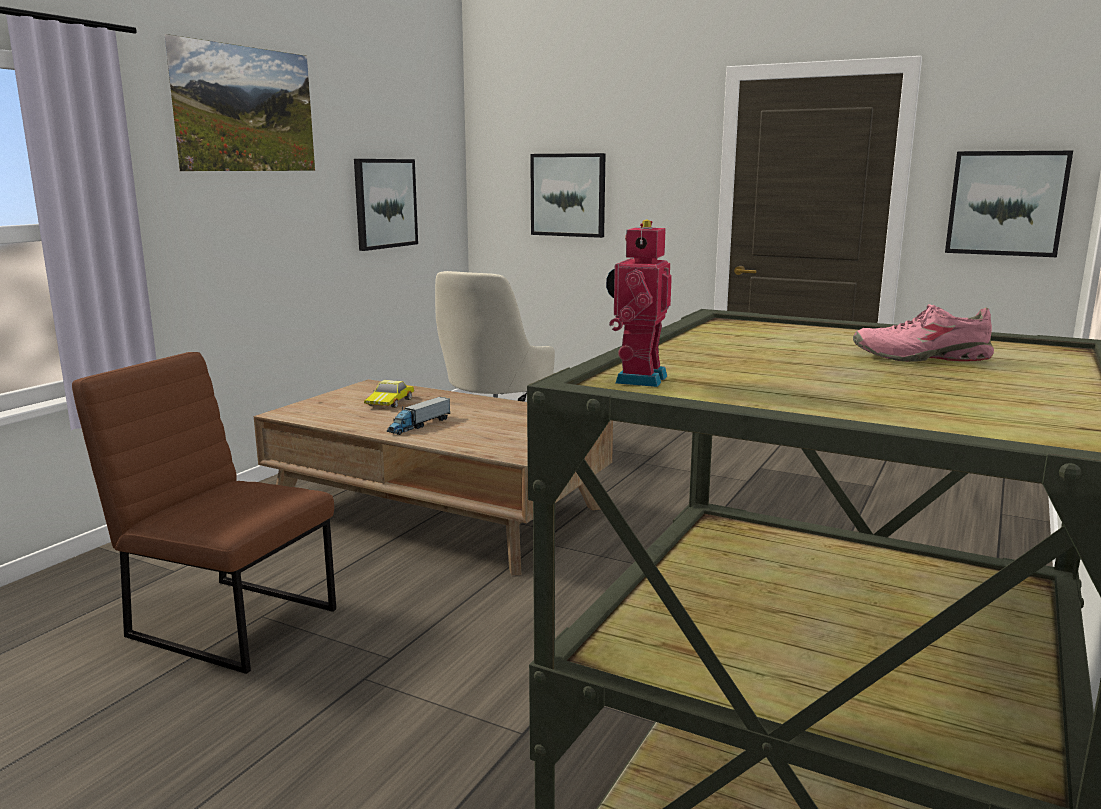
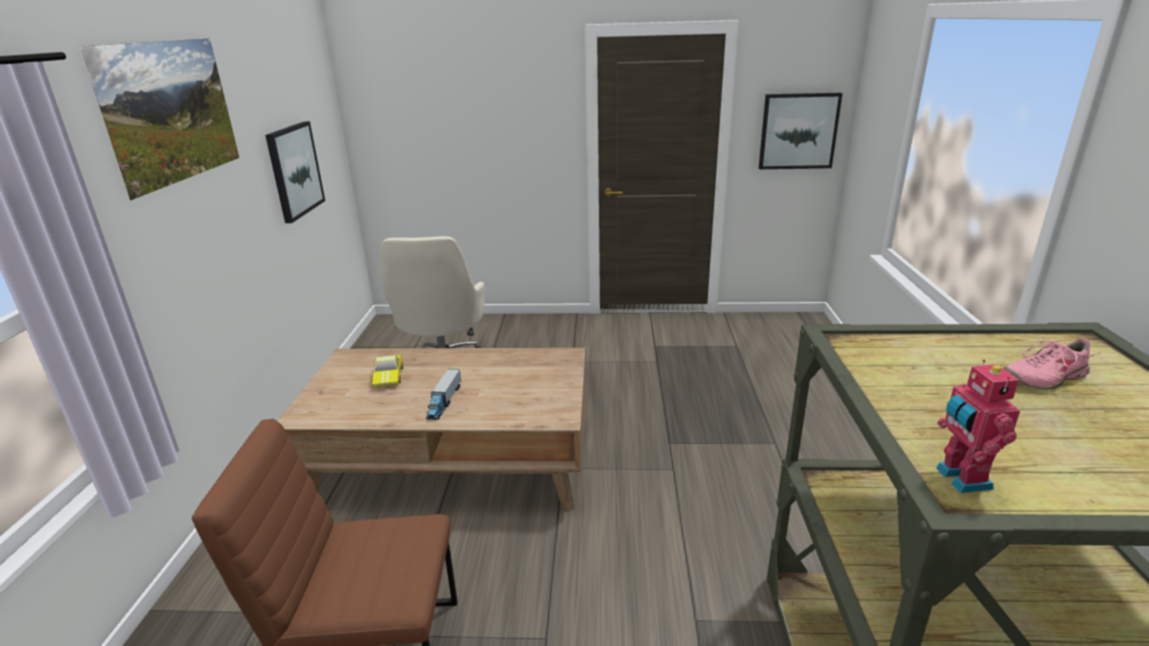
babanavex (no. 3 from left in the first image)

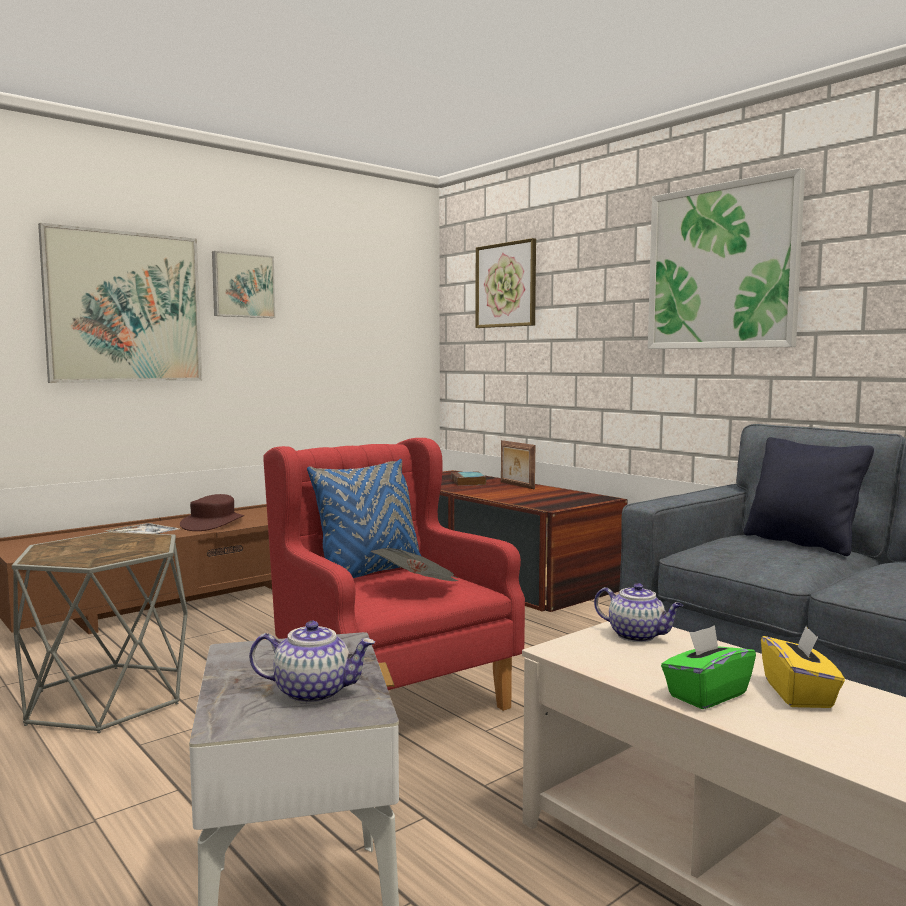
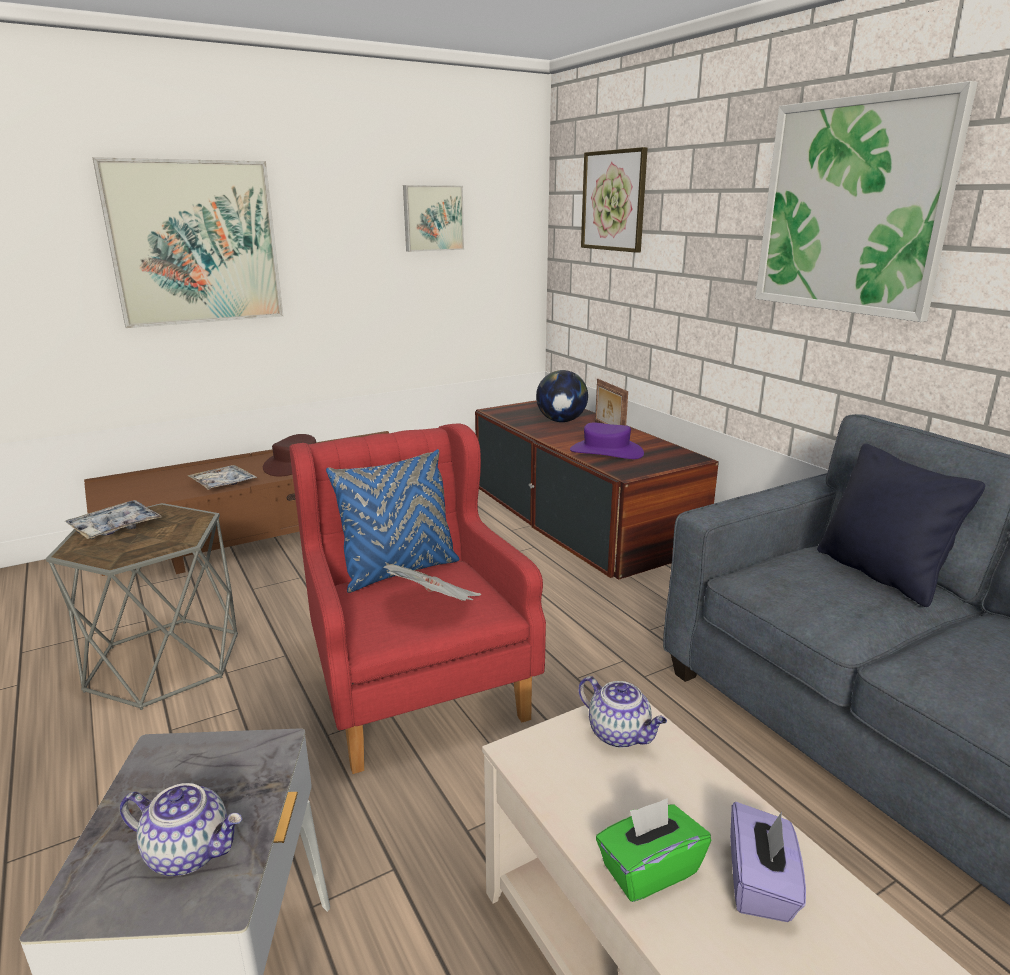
babanavex (no. 2 from left)
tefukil
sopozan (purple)
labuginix (no. 1 from left)
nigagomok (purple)

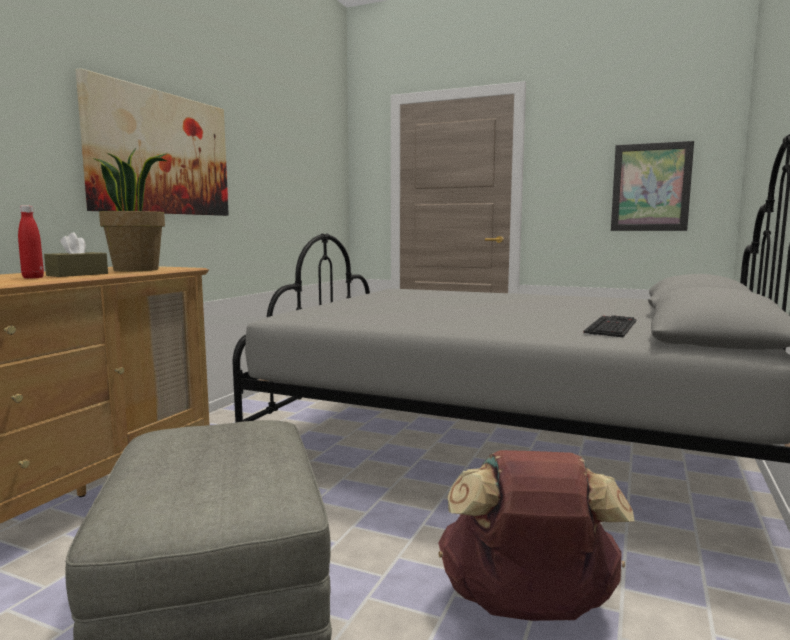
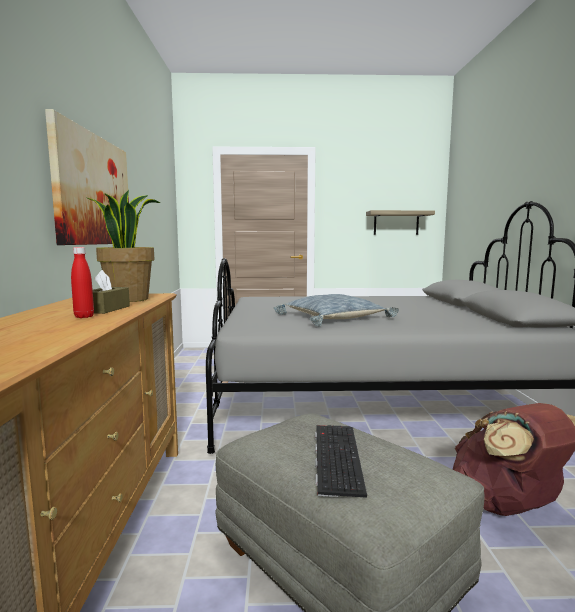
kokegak
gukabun
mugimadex

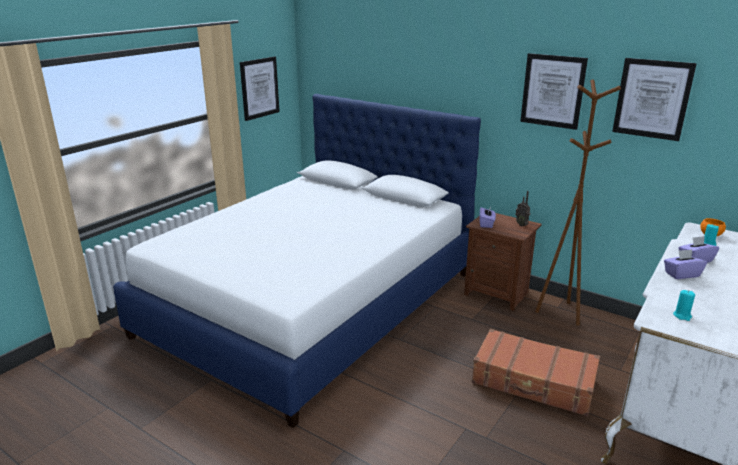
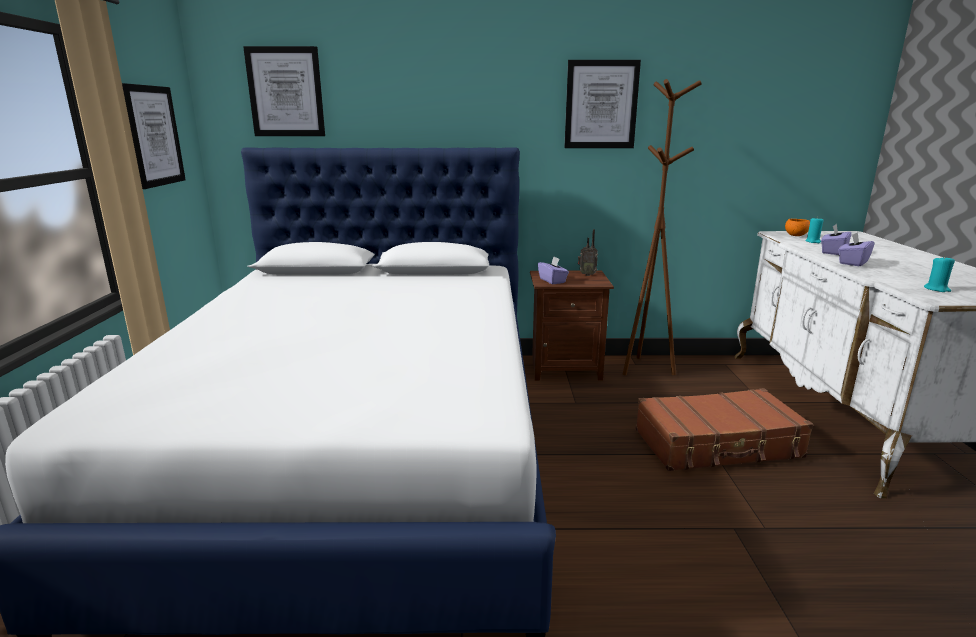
babanavex (no. 2 from left)

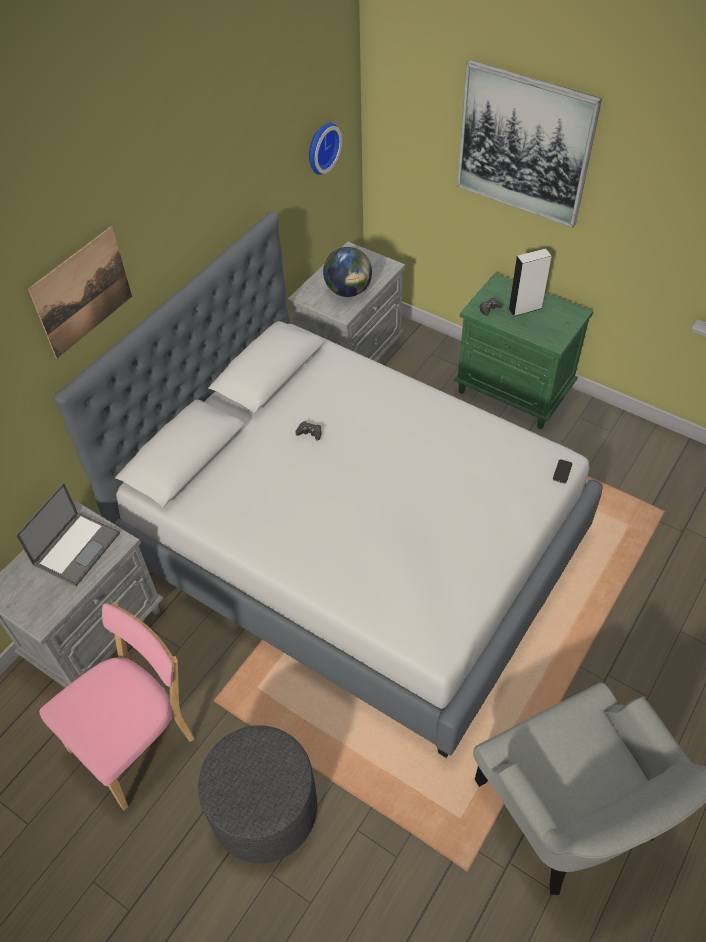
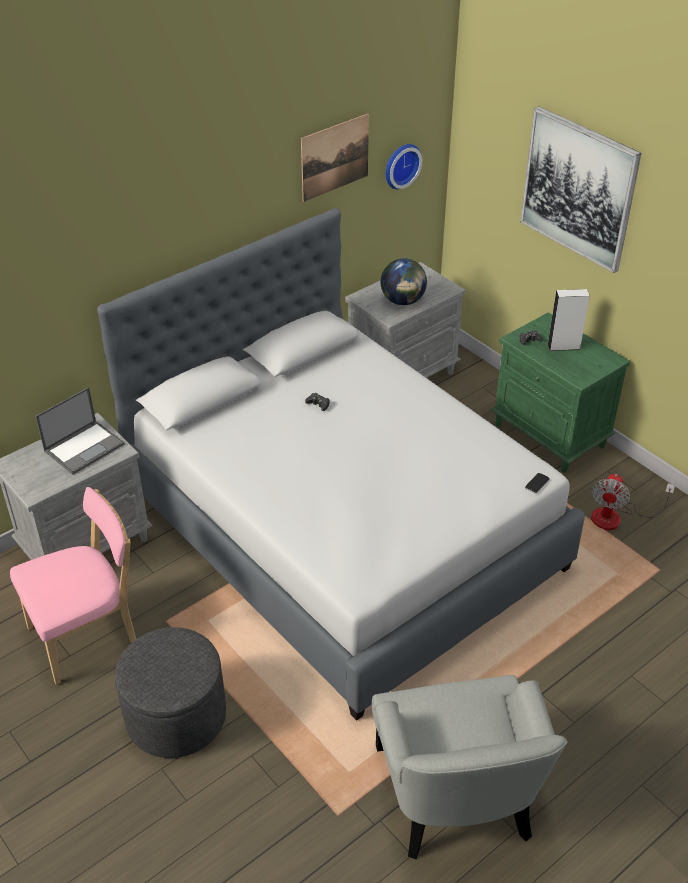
babanavex (no. 1 from left)
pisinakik

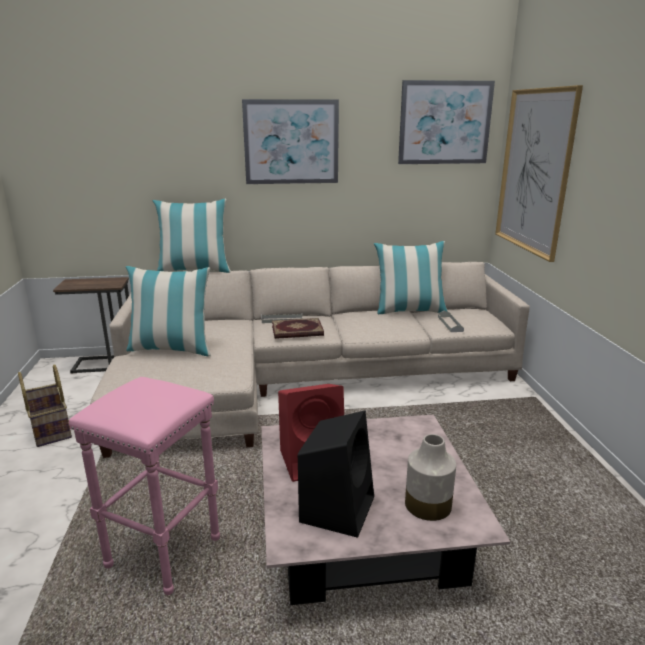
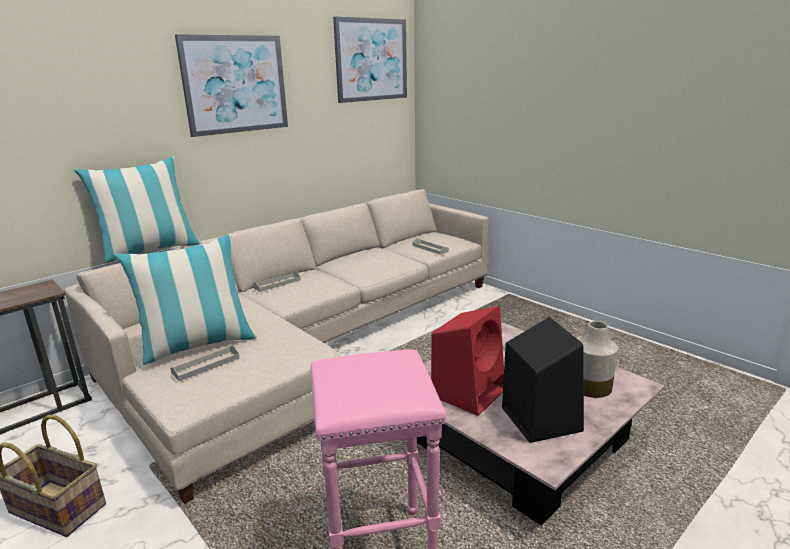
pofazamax
mugimadex (no. 3 from left in the first image)
babanavex (no. 3 from left in the first image)
labuginix (grey) (no. 1 from left)

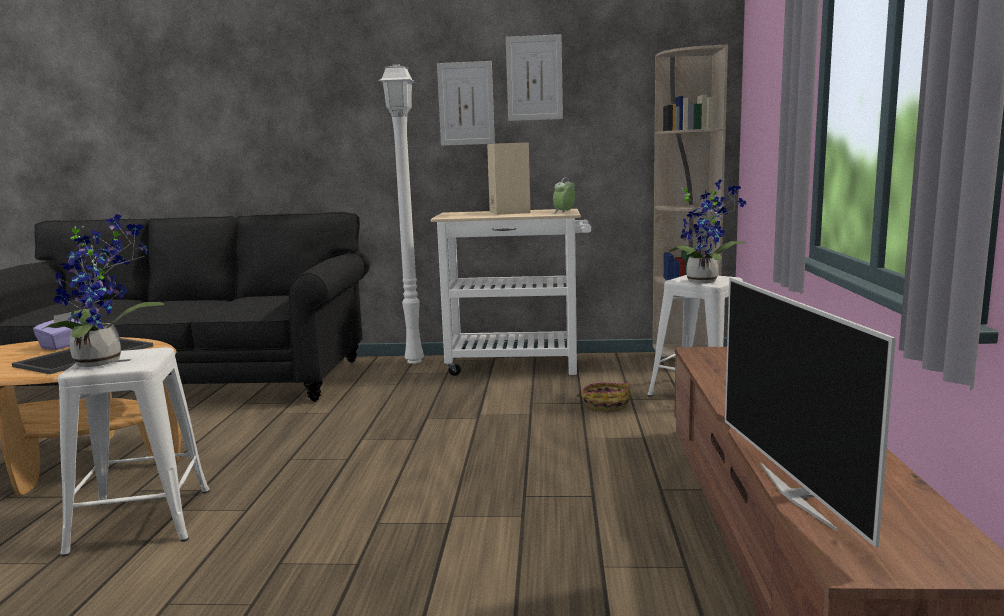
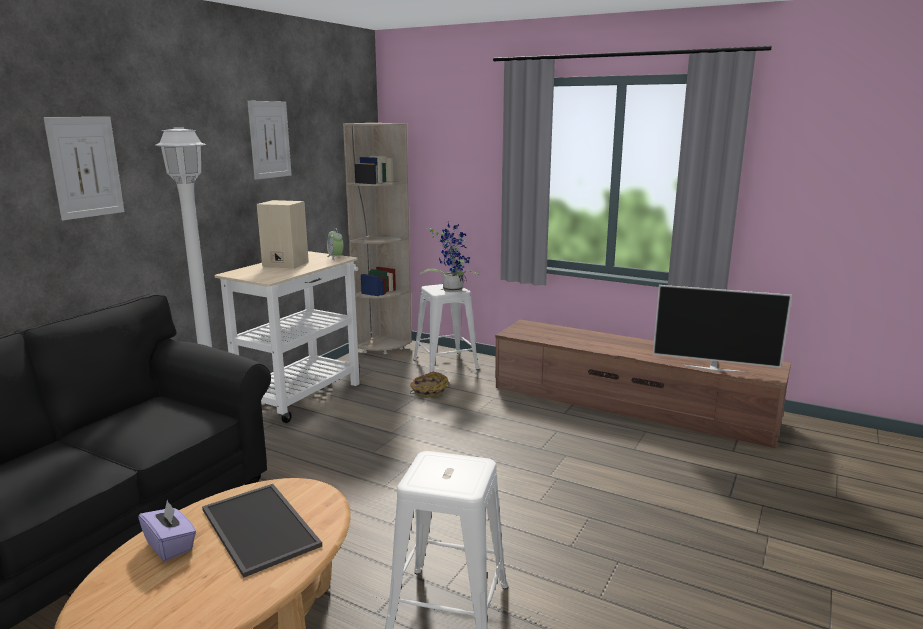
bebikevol (no. 1 from left in the first image)
babanavex (no. 1 from left)

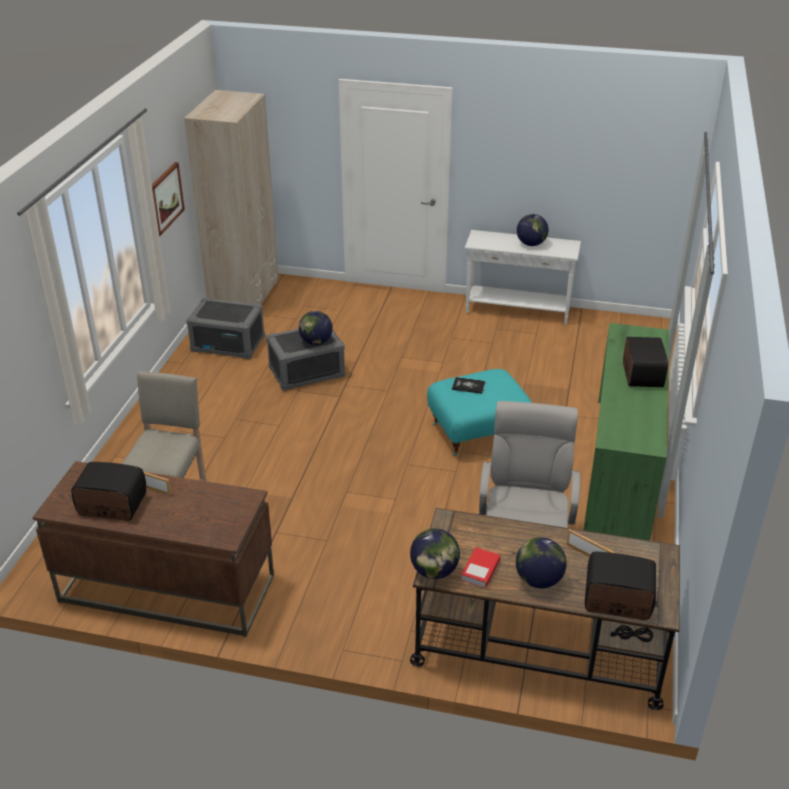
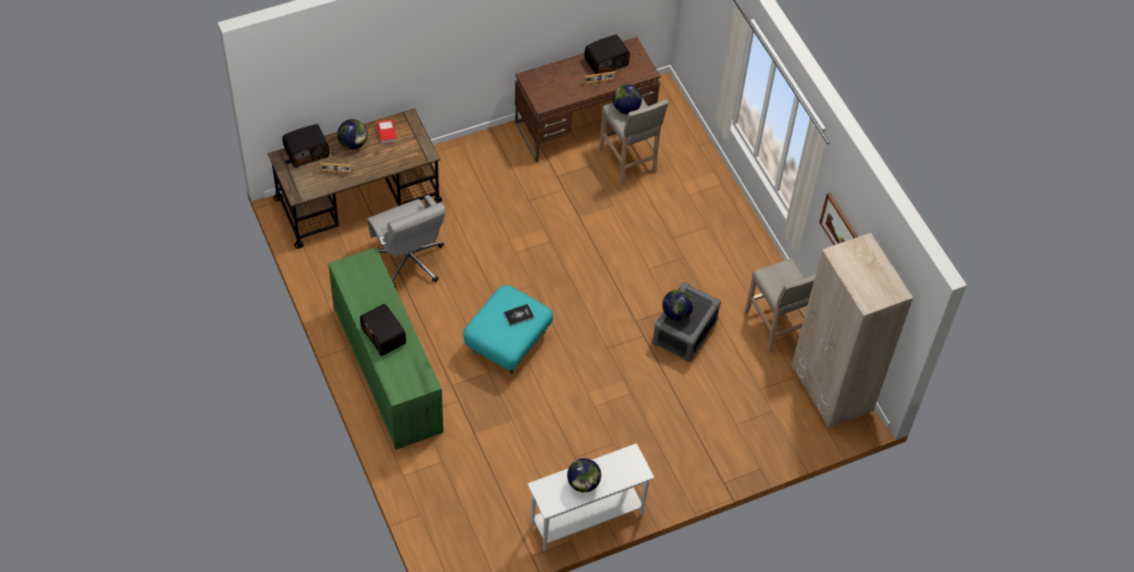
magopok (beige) (no. 2 from left)
tefukil (no. 3 from left)

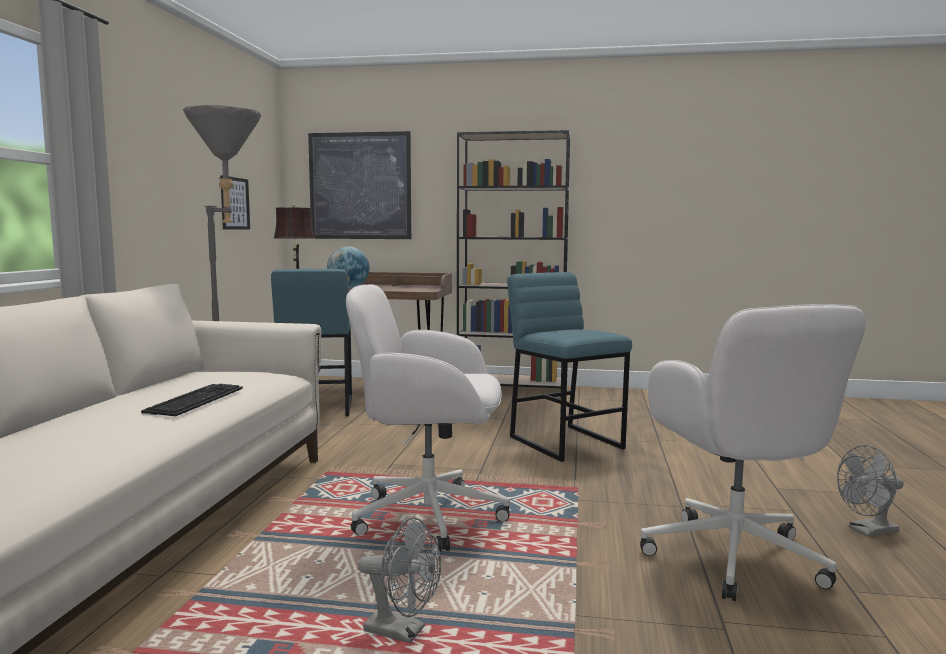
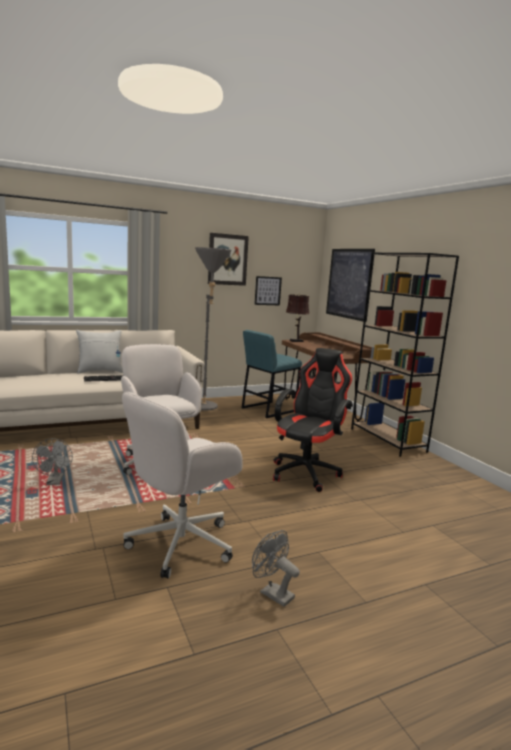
tefukil
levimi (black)
mugimadex (grey)
babanavex (no. 1 from left)

